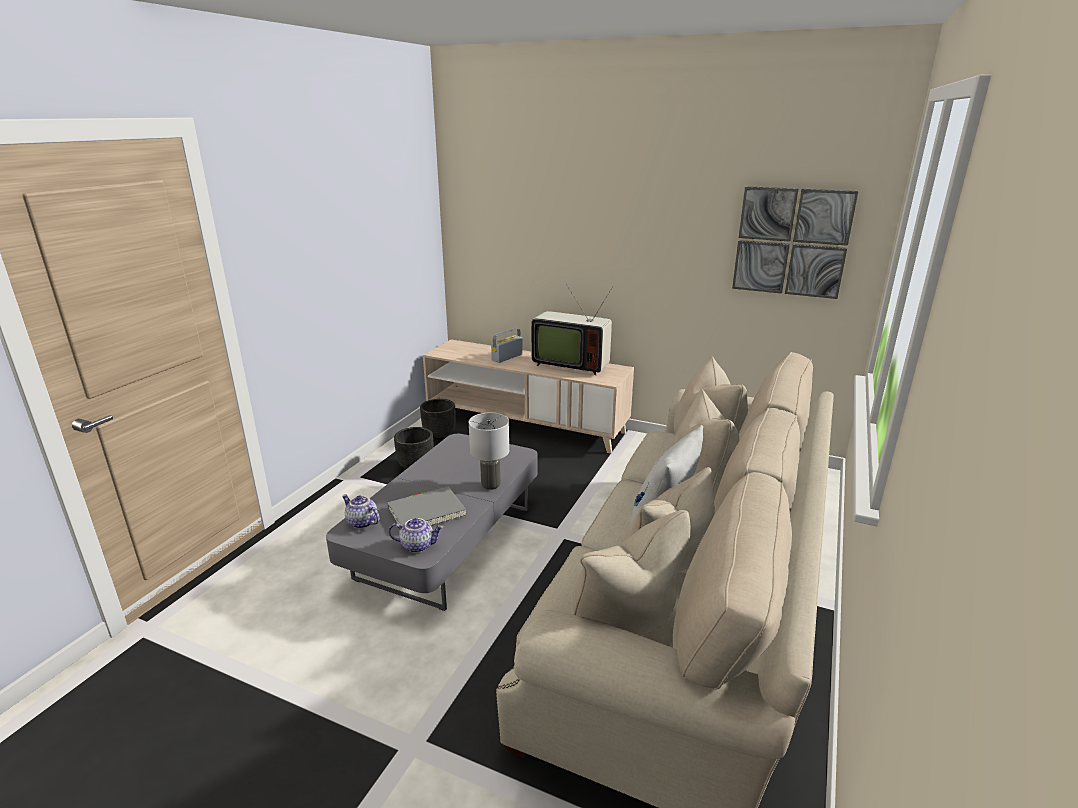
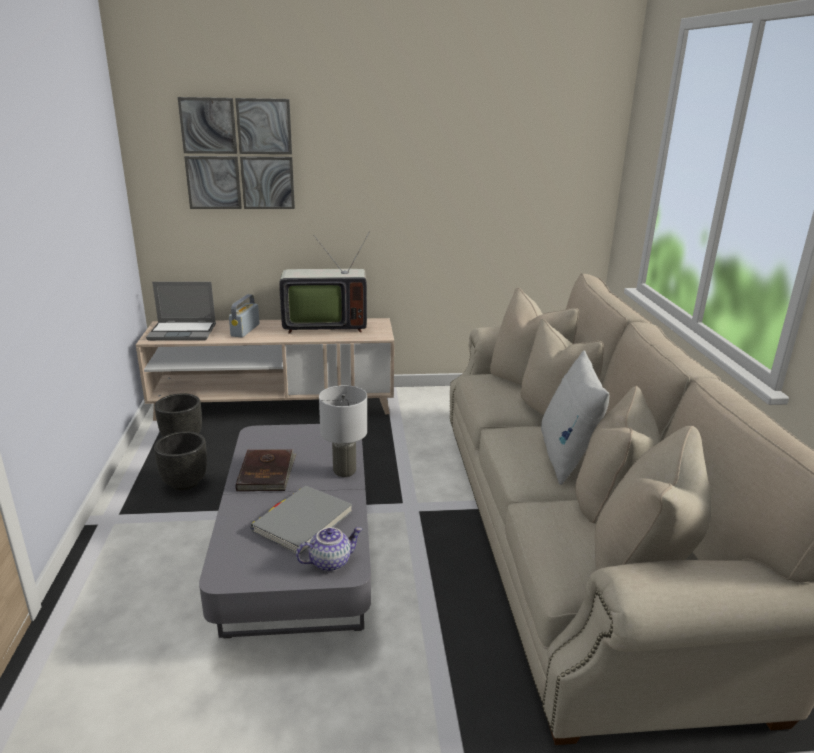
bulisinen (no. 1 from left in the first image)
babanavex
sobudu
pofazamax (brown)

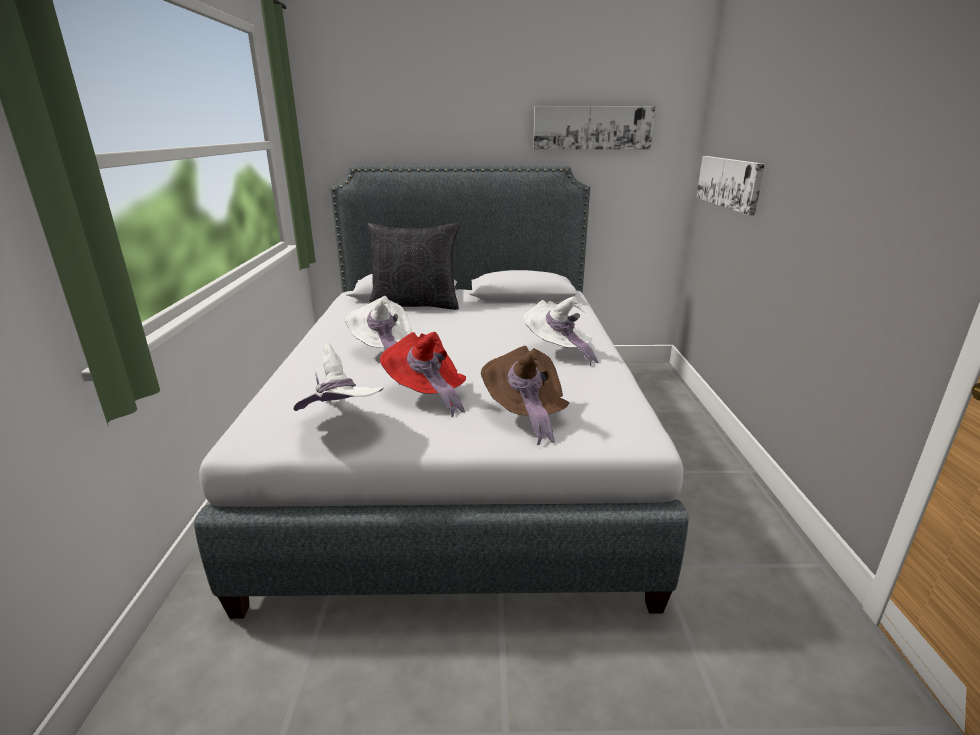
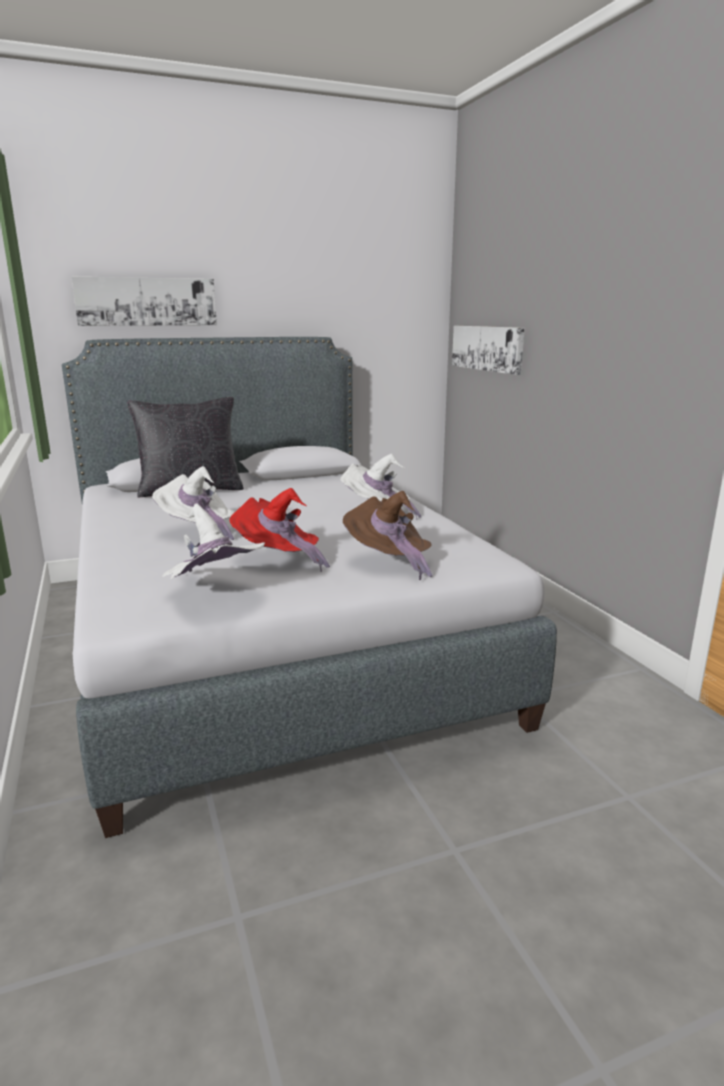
babanavex (no. 1 from left)

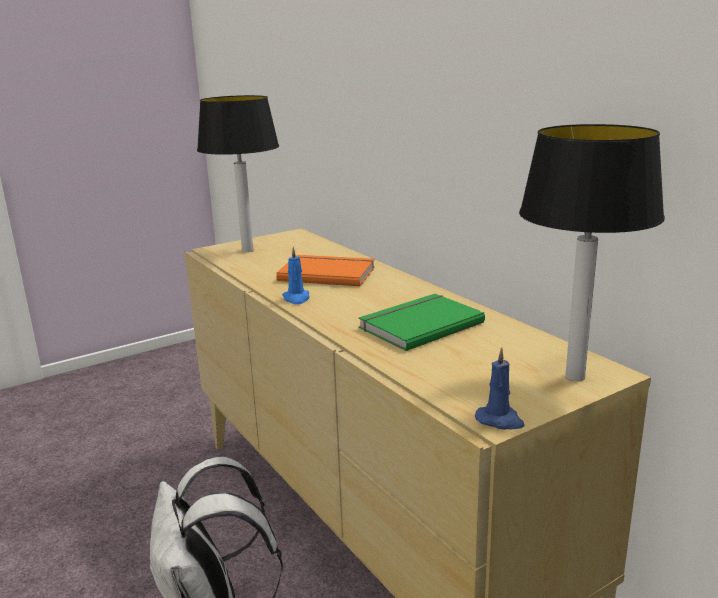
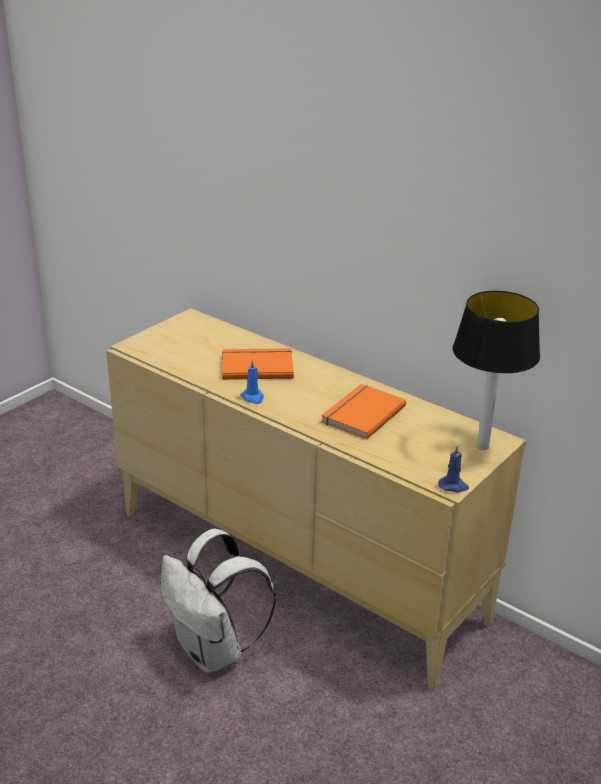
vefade (no. 1 from left in the first image)
pofazamax (orange) (no. 2 from left)

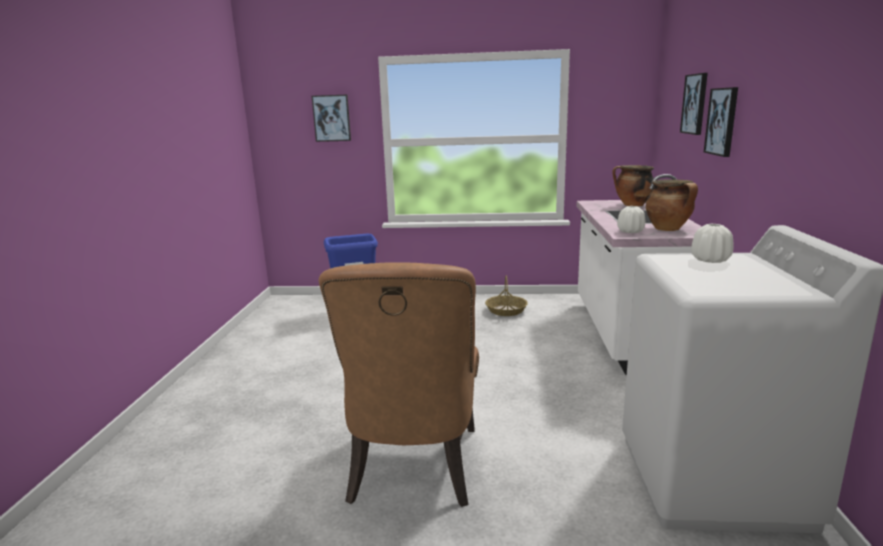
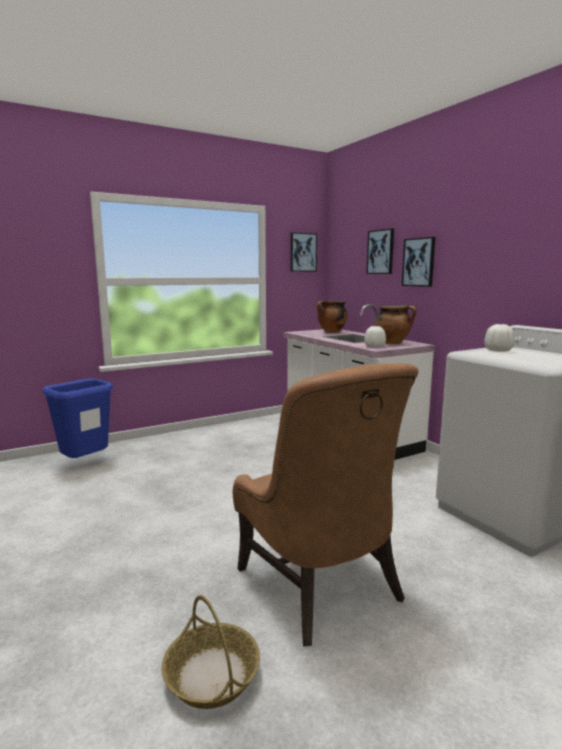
babanavex (no. 1 from left)
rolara

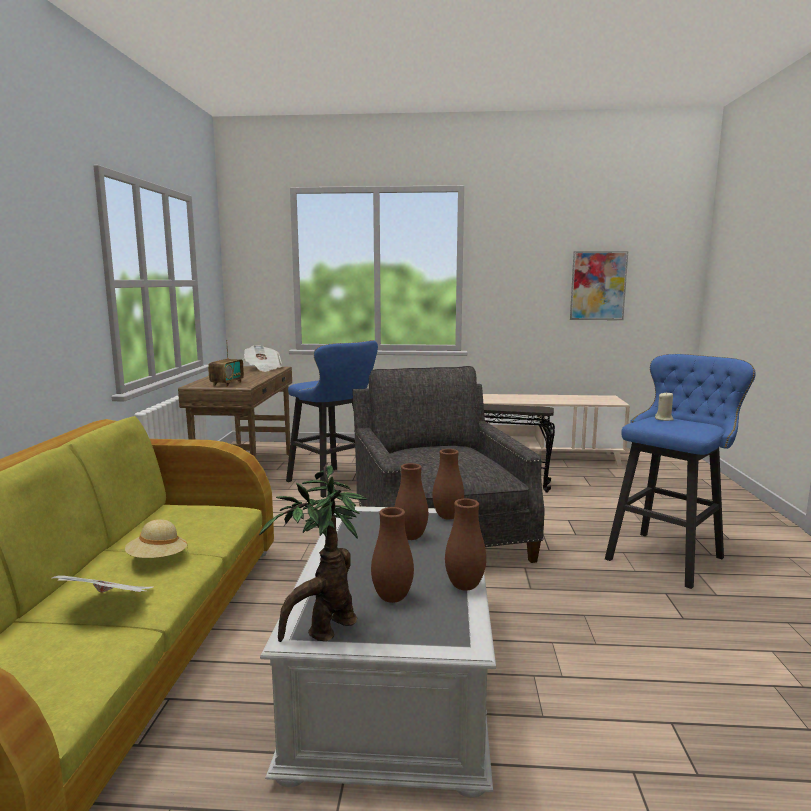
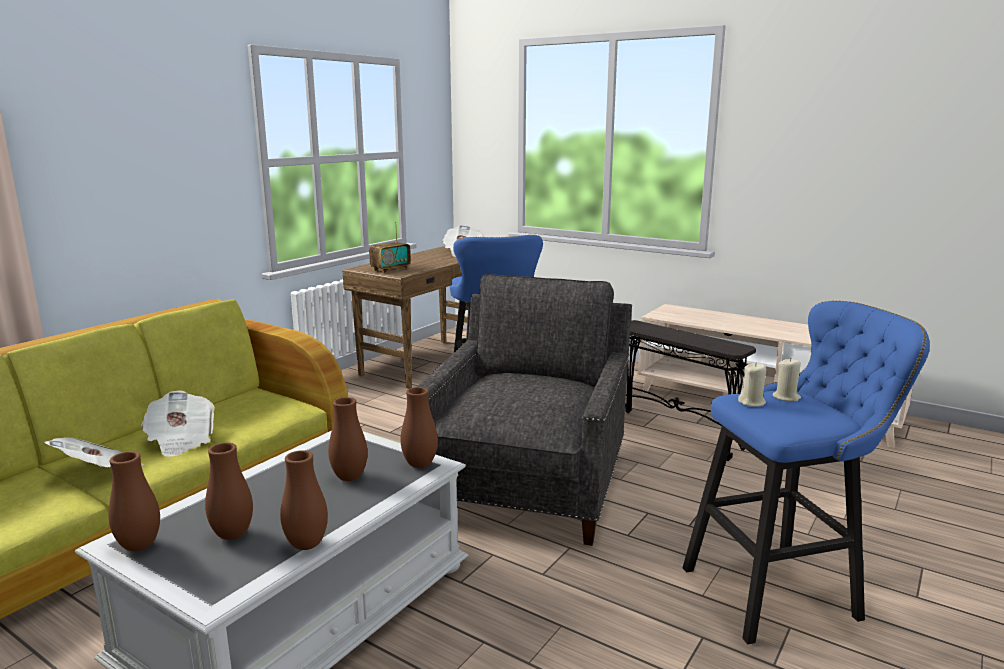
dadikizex (no. 2 from left)
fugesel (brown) (no. 1 from left)
babanavex
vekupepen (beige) (no. 1 from left)

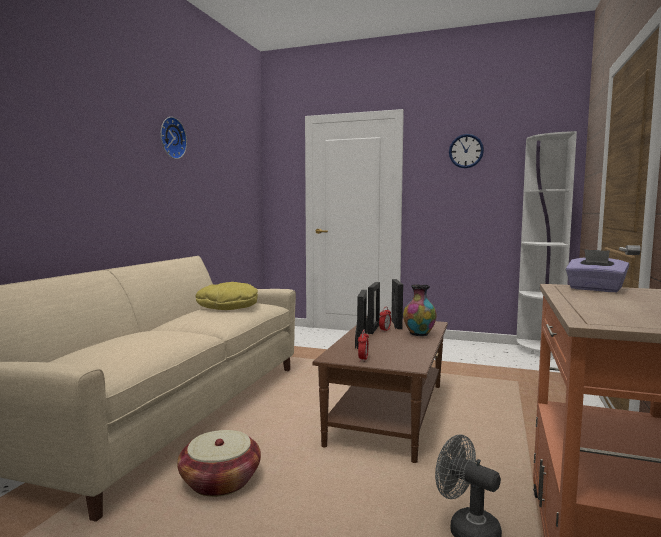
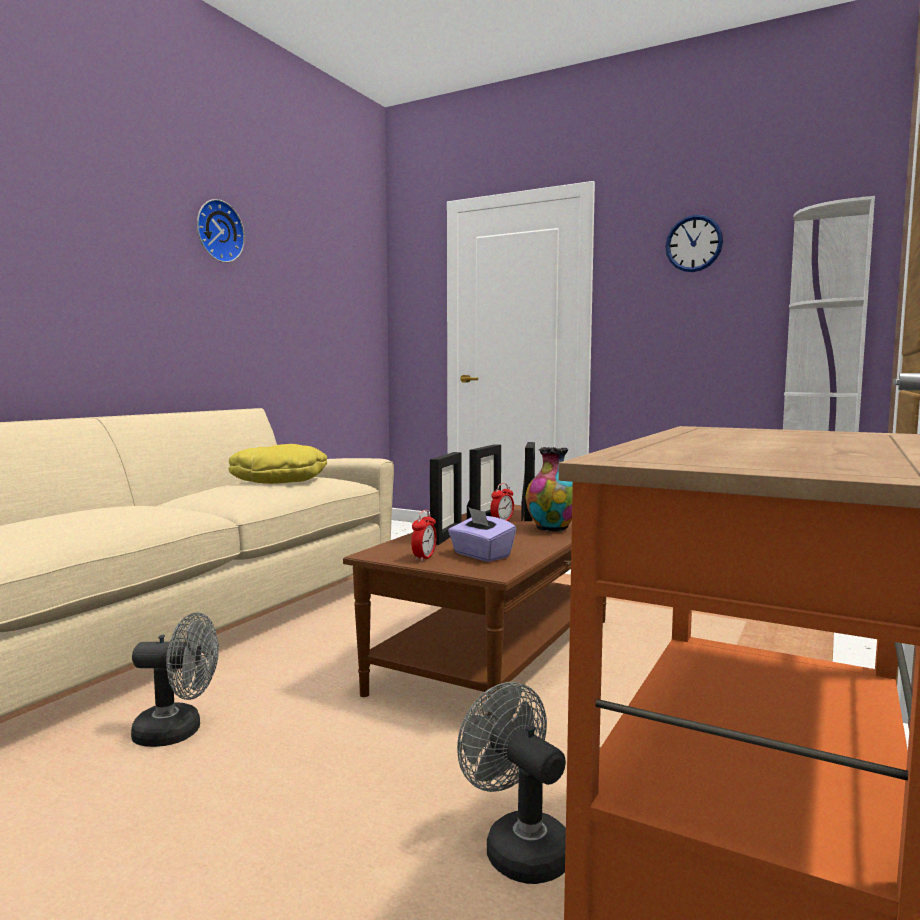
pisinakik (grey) (no. 1 from left)
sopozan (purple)

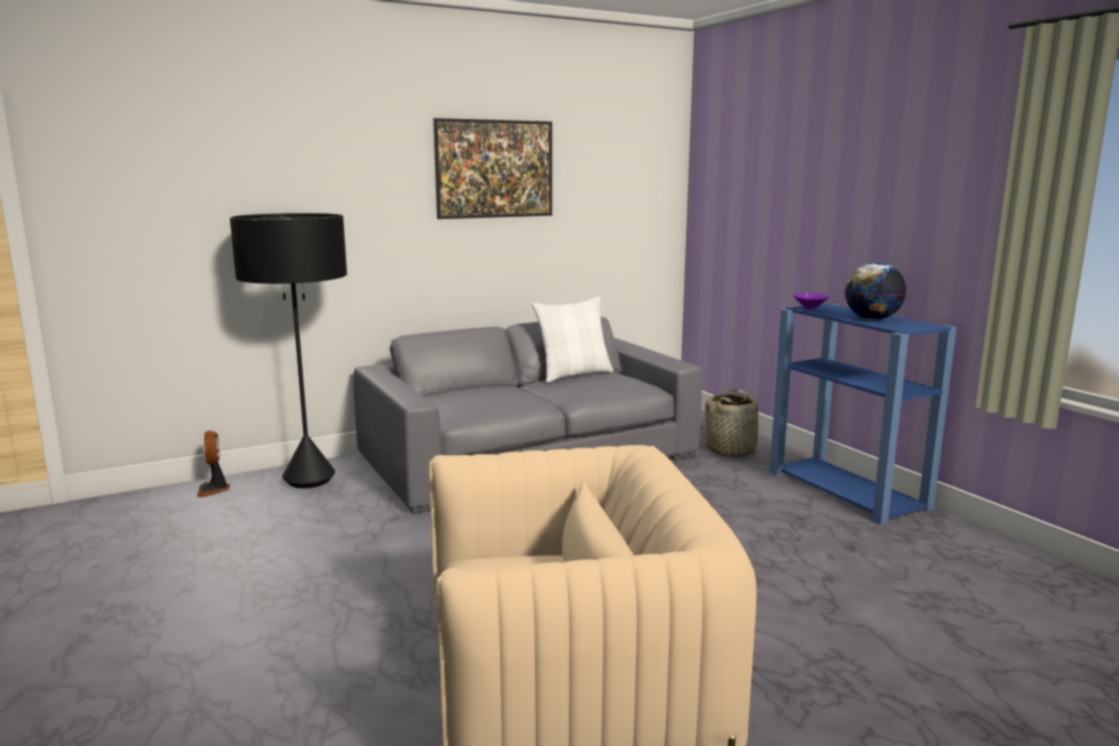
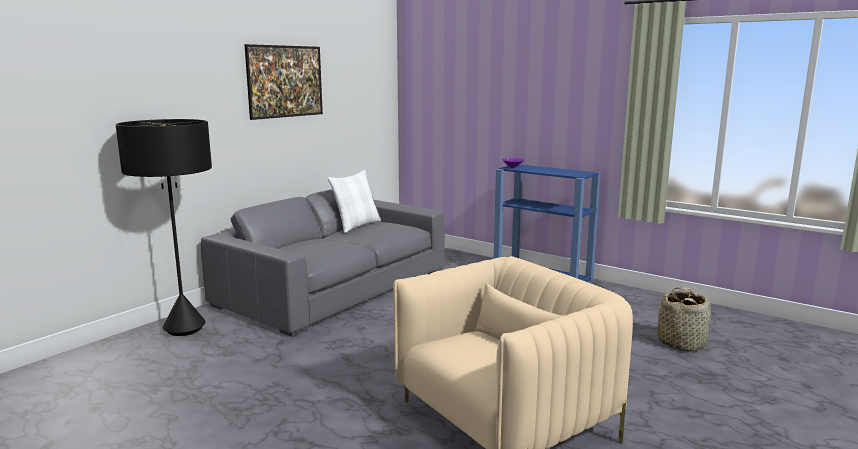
pisinakik
rolara
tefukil

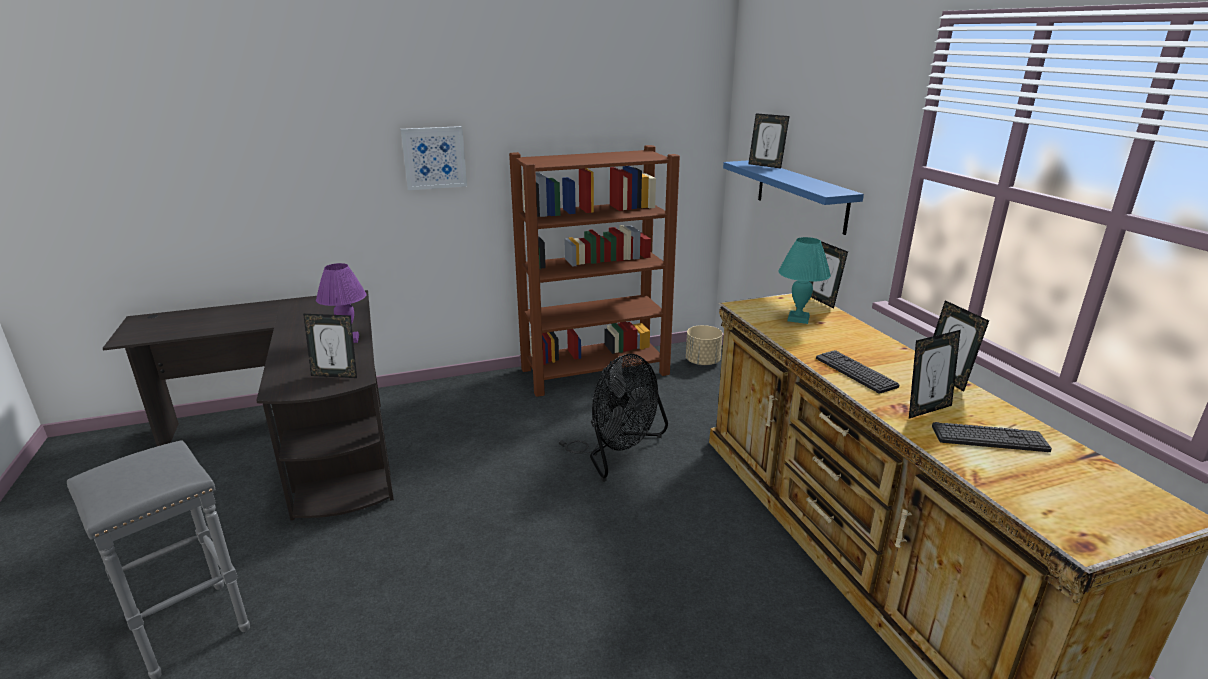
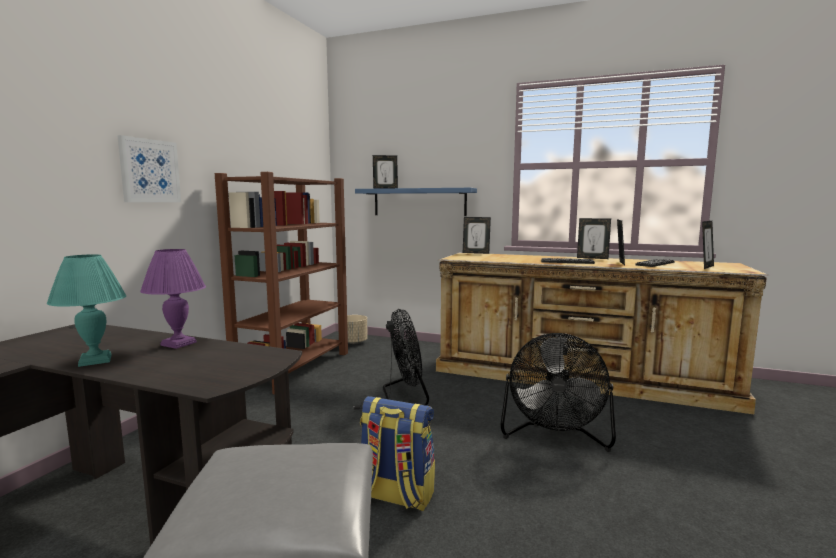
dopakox (no. 5 from left)
vefade (turquoise)
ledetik
pisinakik (black) (no. 2 from left)

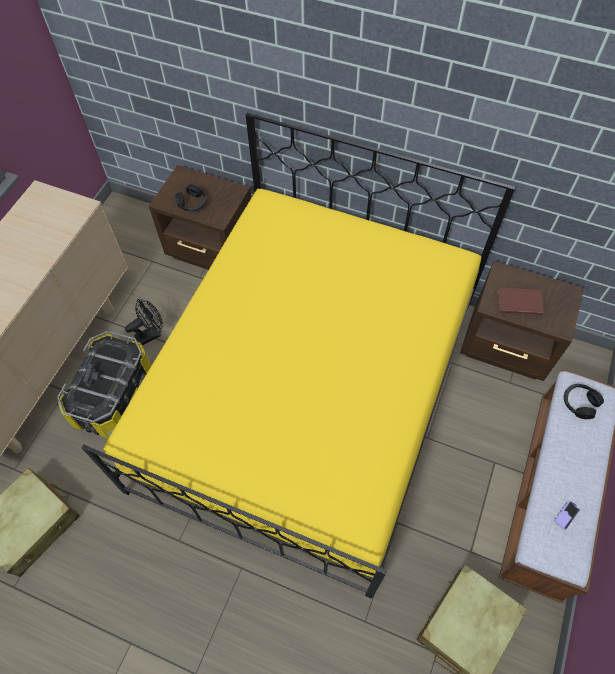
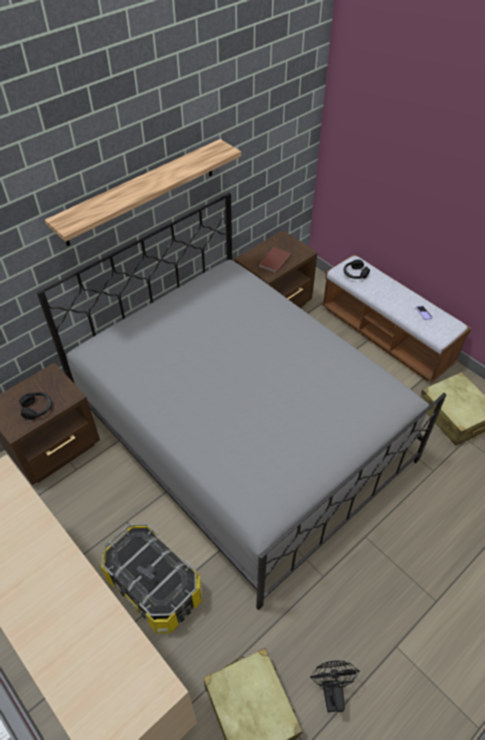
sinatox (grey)
pisinakik (black)
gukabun

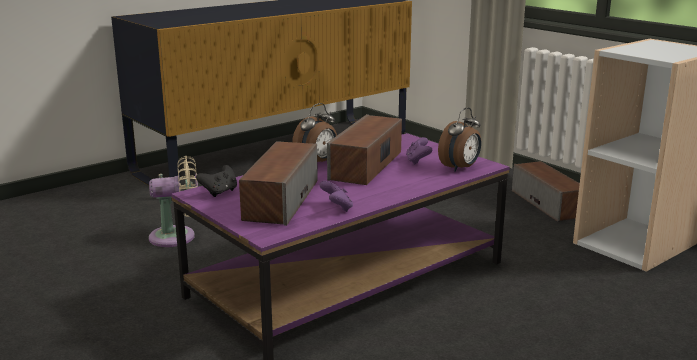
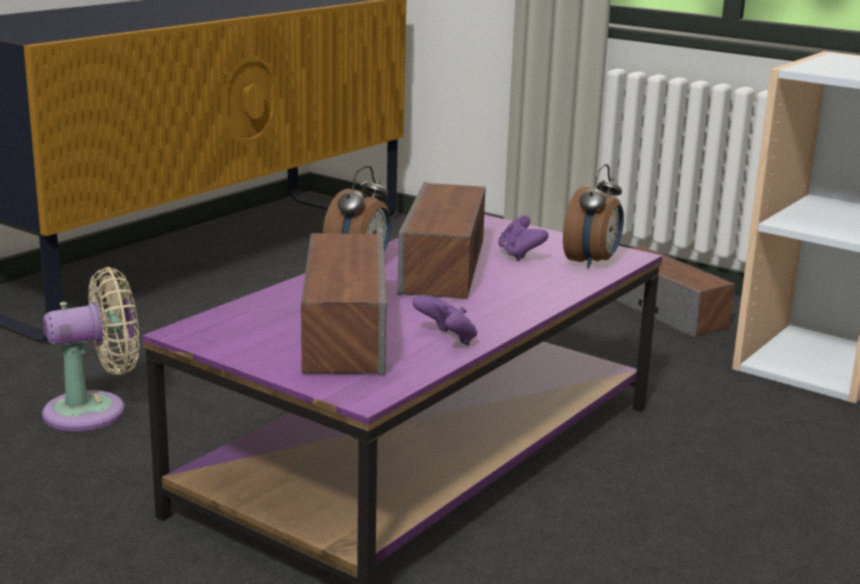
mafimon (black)

